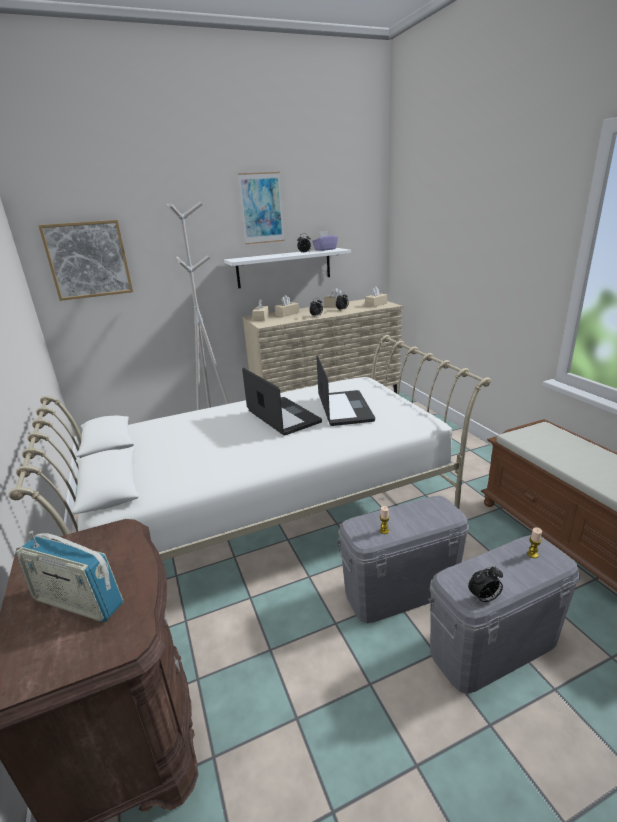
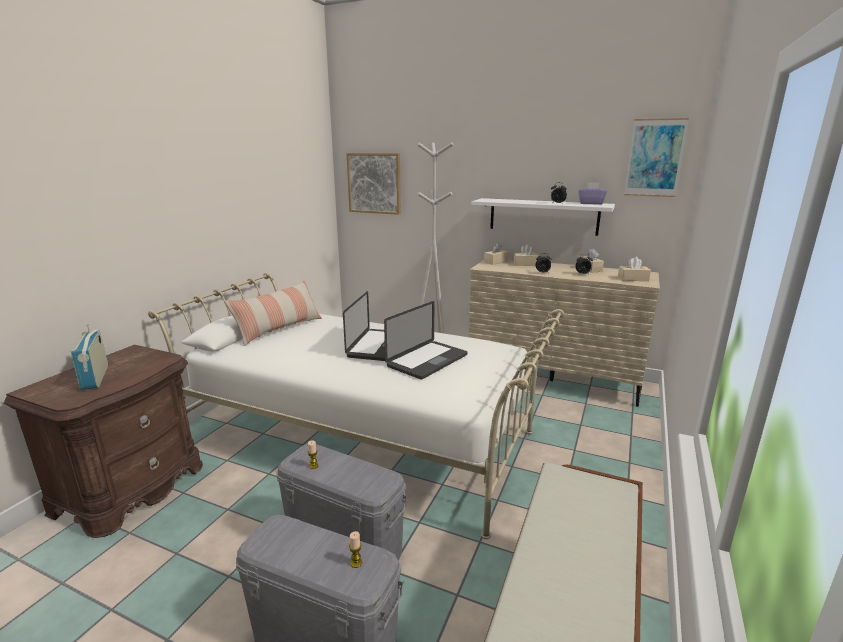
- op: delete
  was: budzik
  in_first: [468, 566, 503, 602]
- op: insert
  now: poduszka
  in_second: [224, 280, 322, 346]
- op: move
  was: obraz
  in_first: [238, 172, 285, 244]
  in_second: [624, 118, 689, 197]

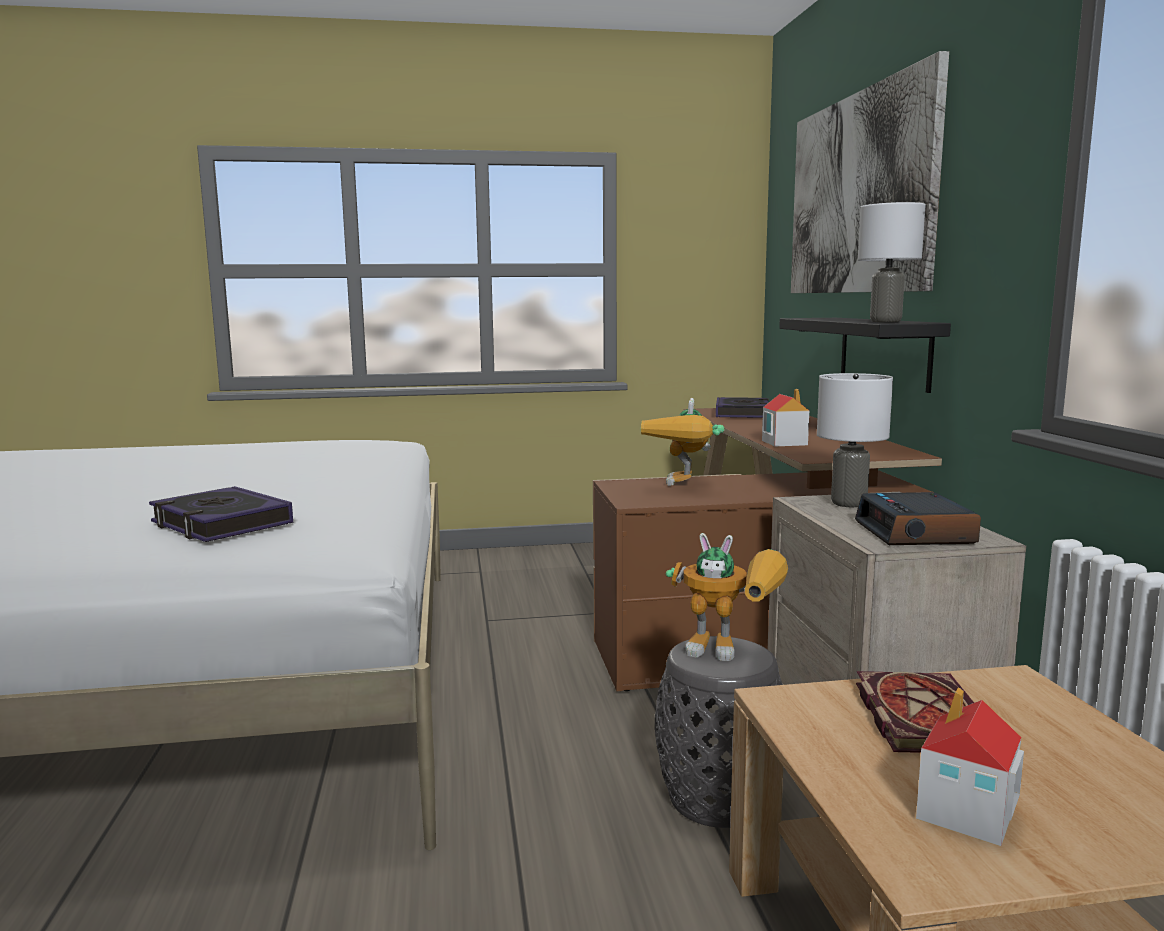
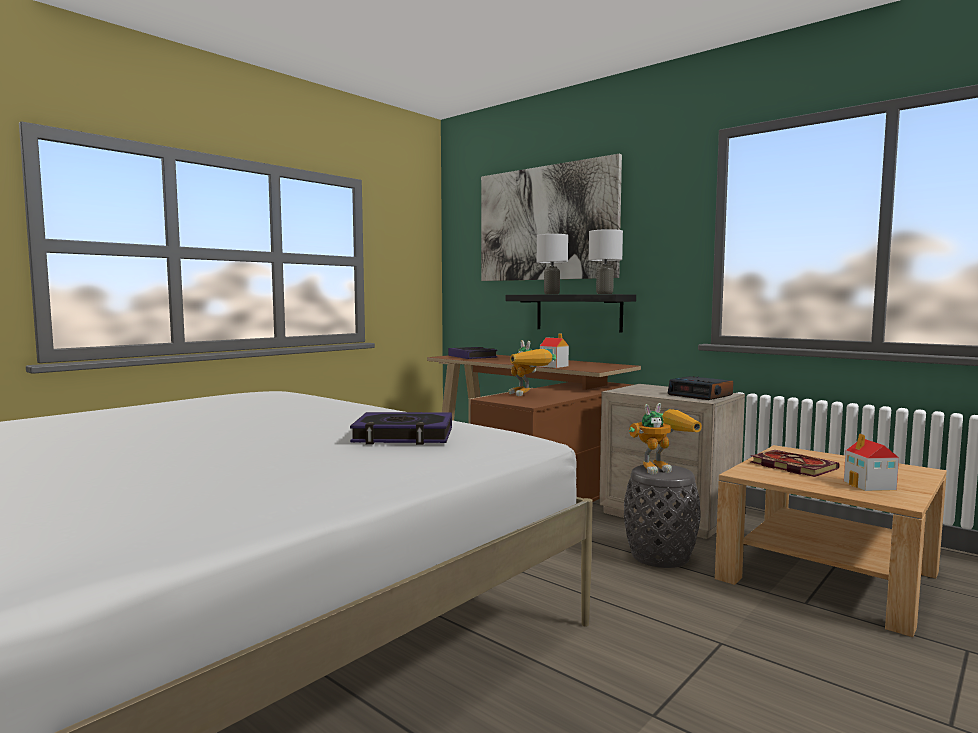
- op: move
  was: lampa stołowa/biały
  in_first: [817, 373, 893, 508]
  in_second: [537, 234, 568, 294]

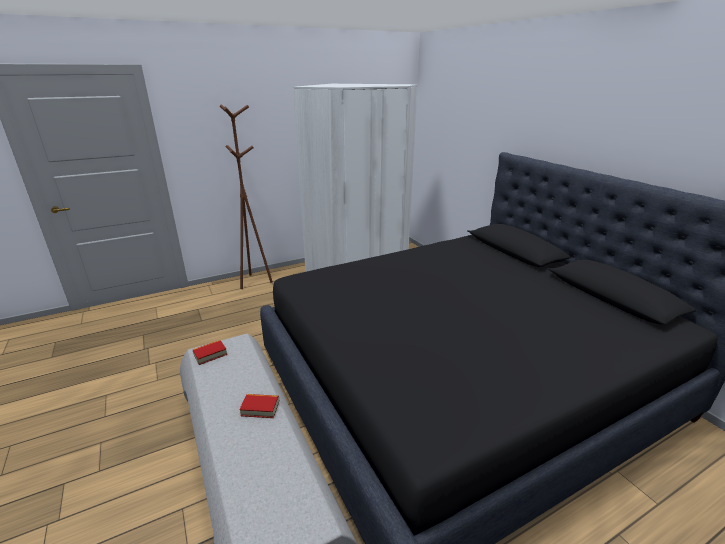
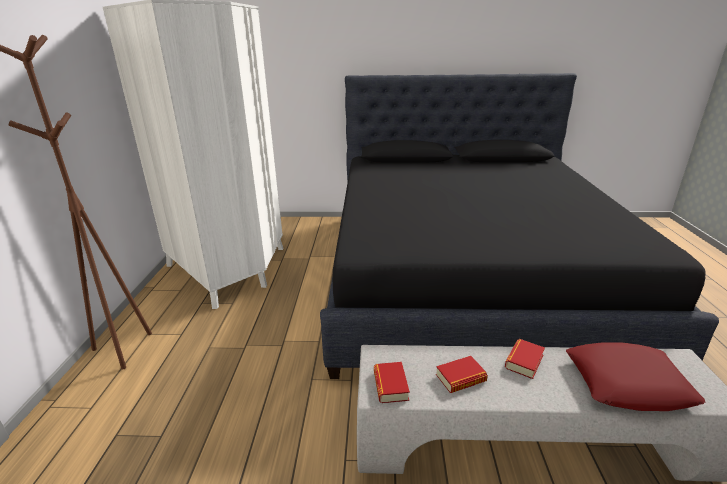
- op: insert
  now: książka
  in_second: [436, 356, 488, 393]
- op: insert
  now: poduszka/czerwony
  in_second: [566, 342, 706, 411]

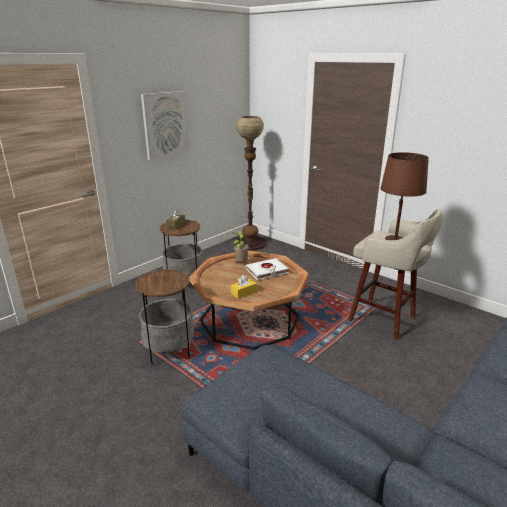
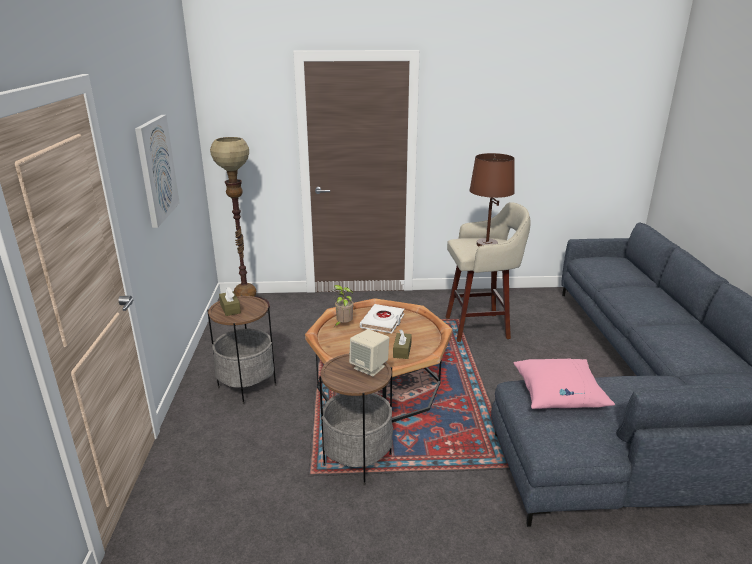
- op: insert
  now: głośnik/beżowy
  in_second: [349, 329, 389, 376]
- op: insert
  now: poduszka/różowy
  in_second: [514, 358, 615, 409]
- op: recolor
  was: pudełko chusteczek/żółty
  now: pudełko chusteczek/brązowy
  in_first: [231, 275, 257, 299]
  in_second: [393, 329, 412, 359]

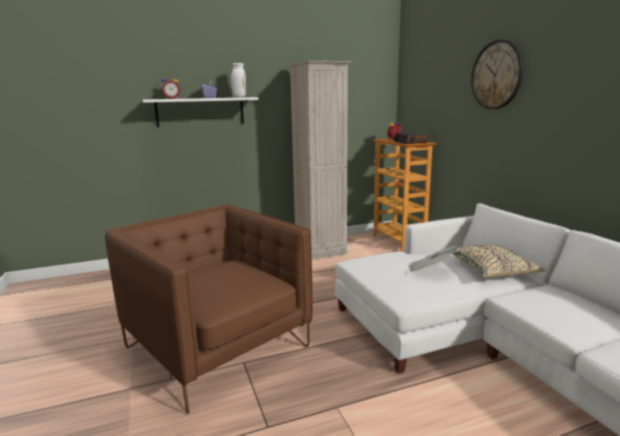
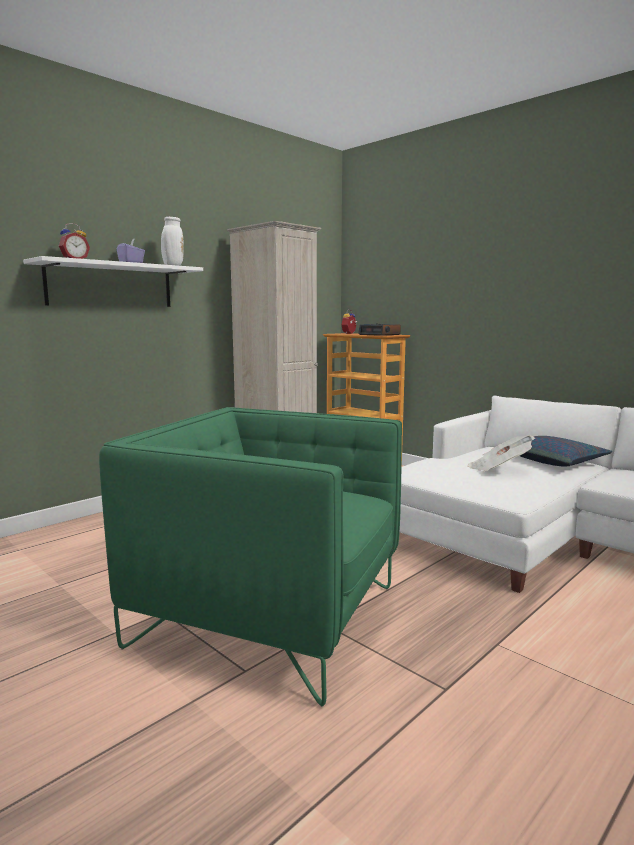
- op: delete
  was: zegar ścienny
  in_first: [471, 40, 524, 109]
- op: recolor
  was: fotel/brązowy
  now: fotel/zielony
  in_first: [105, 204, 313, 414]
  in_second: [99, 407, 402, 707]
- op: recolor
  was: poduszka/beżowy
  now: poduszka/niebieski
  in_first: [452, 245, 547, 278]
  in_second: [520, 436, 612, 467]

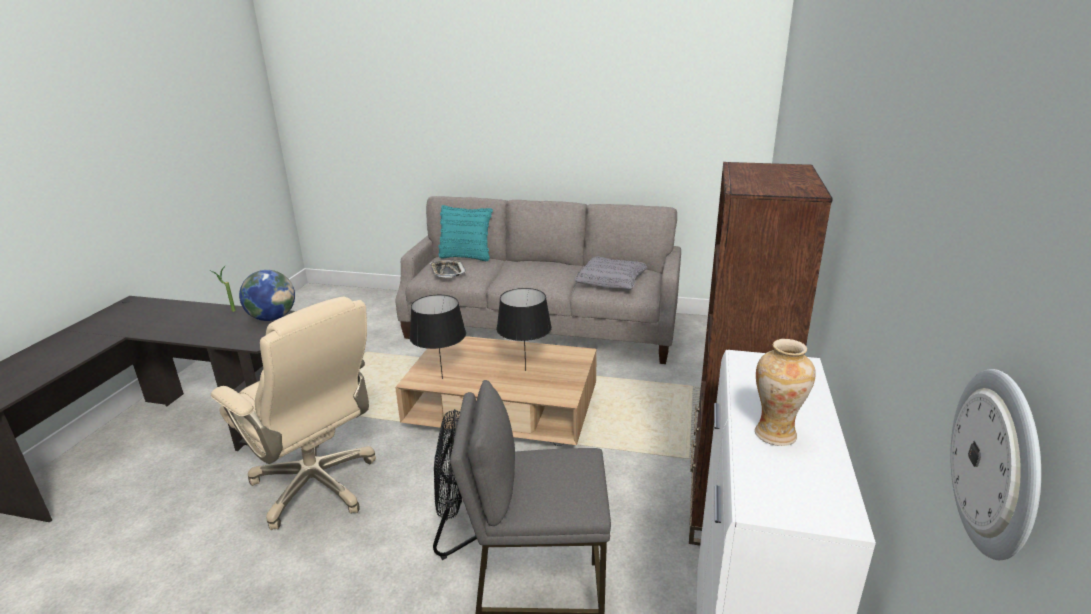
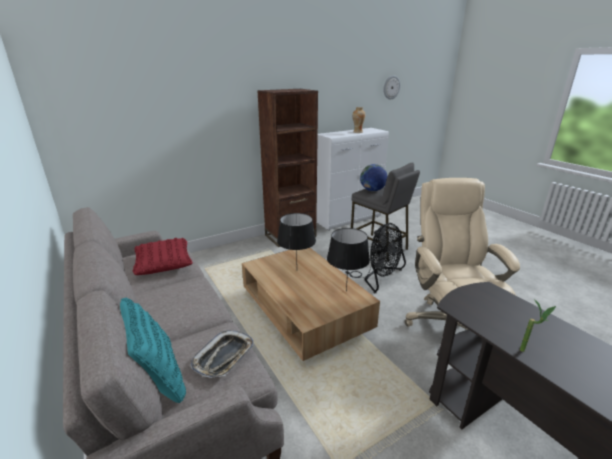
- op: move
  was: globus
  in_first: [239, 270, 295, 321]
  in_second: [360, 164, 388, 191]
- op: recolor
  was: poduszka/szary
  now: poduszka/czerwony
  in_first: [575, 256, 648, 290]
  in_second: [132, 238, 193, 275]

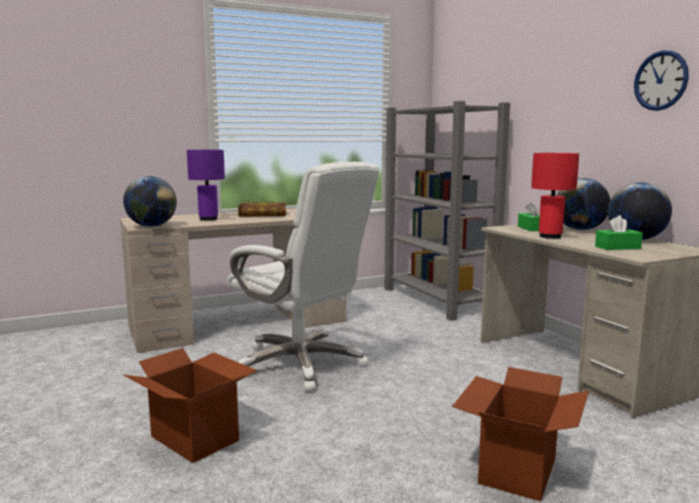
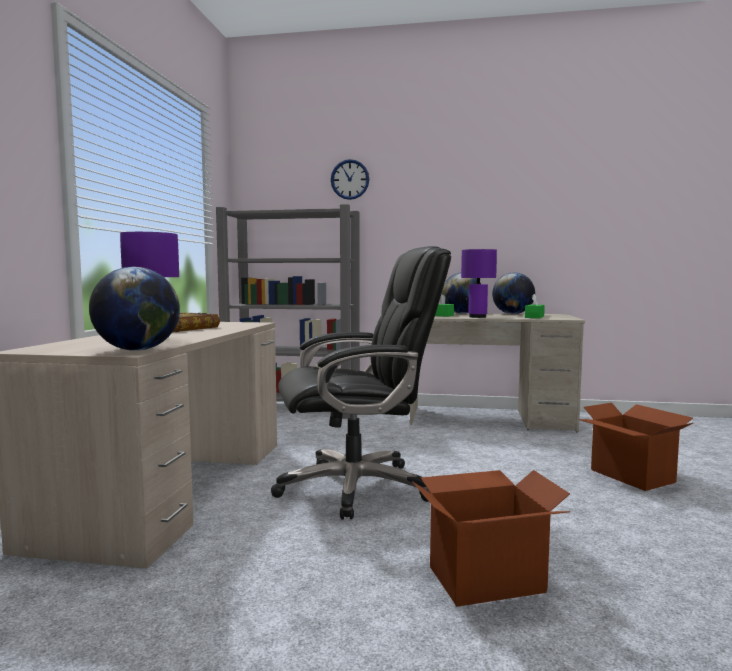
- op: move
  was: zegar ścienny
  in_first: [634, 50, 689, 111]
  in_second: [331, 159, 369, 200]
- op: recolor
  was: krzesło biurowe/biały
  now: krzesło biurowe/czarny
  in_first: [227, 162, 379, 392]
  in_second: [271, 246, 451, 520]
- op: recolor
  was: lampa stołowa/czerwony
  now: lampa stołowa/fioletowy
  in_first: [531, 153, 579, 239]
  in_second: [461, 249, 497, 318]

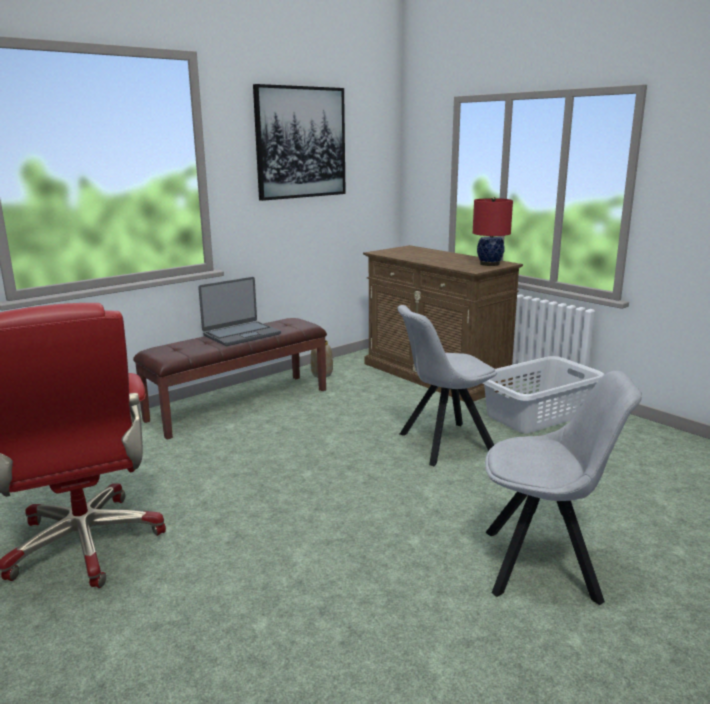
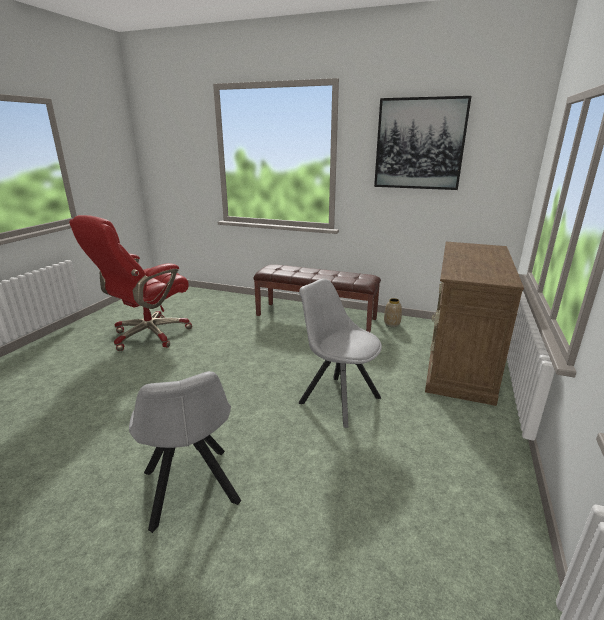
- op: delete
  was: laptop
  in_first: [198, 277, 281, 346]
- op: delete
  was: lampa stołowa/czerwony
  in_first: [473, 197, 513, 266]
- op: delete
  was: kosz na pranie/szary
  in_first: [482, 356, 605, 433]

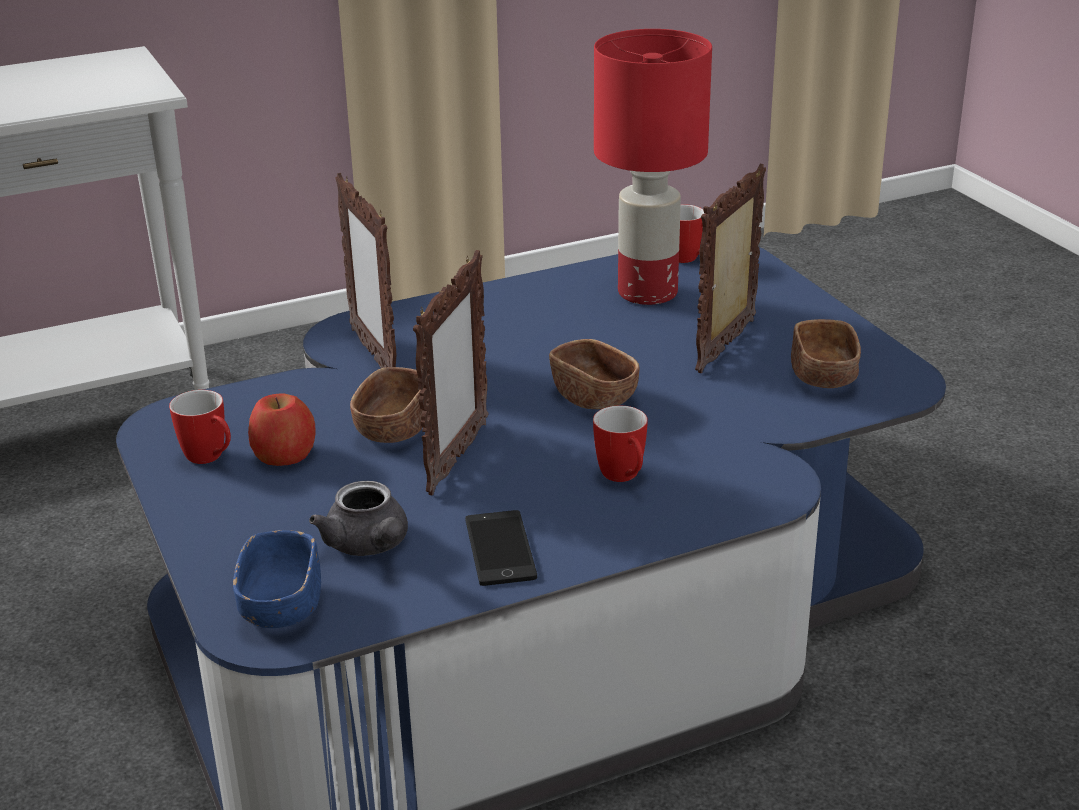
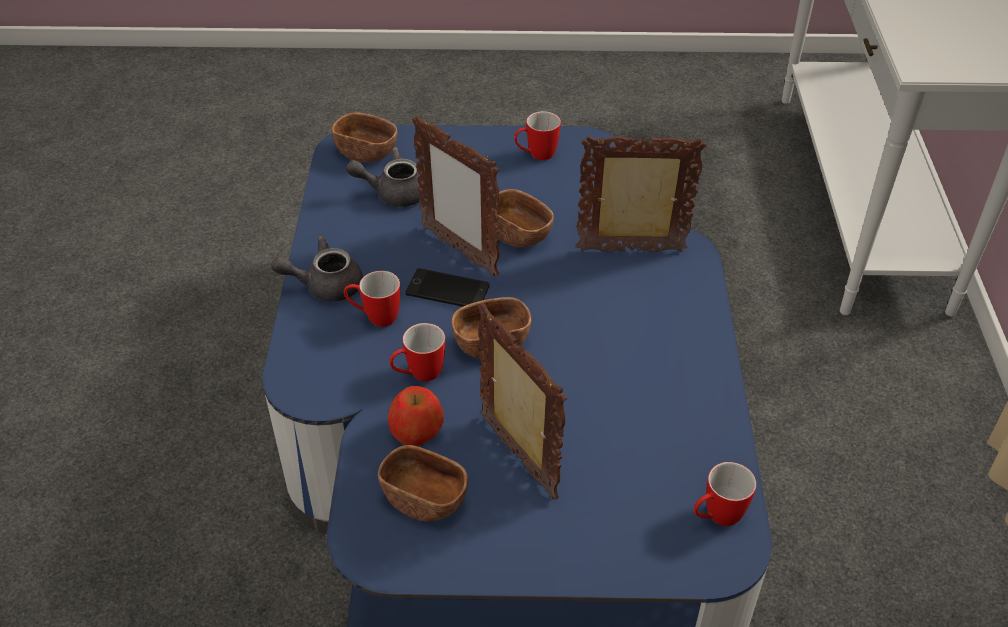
- op: delete
  was: lampa stołowa/czerwony
  in_first: [594, 29, 712, 305]
- op: insert
  now: imbryk/szary
  in_second: [271, 236, 363, 302]
- op: insert
  now: kubek
  in_second: [389, 323, 445, 381]
- op: move
  was: jabłko
  in_first: [248, 393, 316, 466]
  in_second: [388, 386, 444, 446]
- op: move
  was: telefon
  in_first: [465, 510, 537, 586]
  in_second: [405, 268, 489, 307]
- op: recolor
  was: miska/niebieski
  now: miska/brązowy
  in_first: [233, 530, 321, 628]
  in_second: [332, 112, 397, 163]

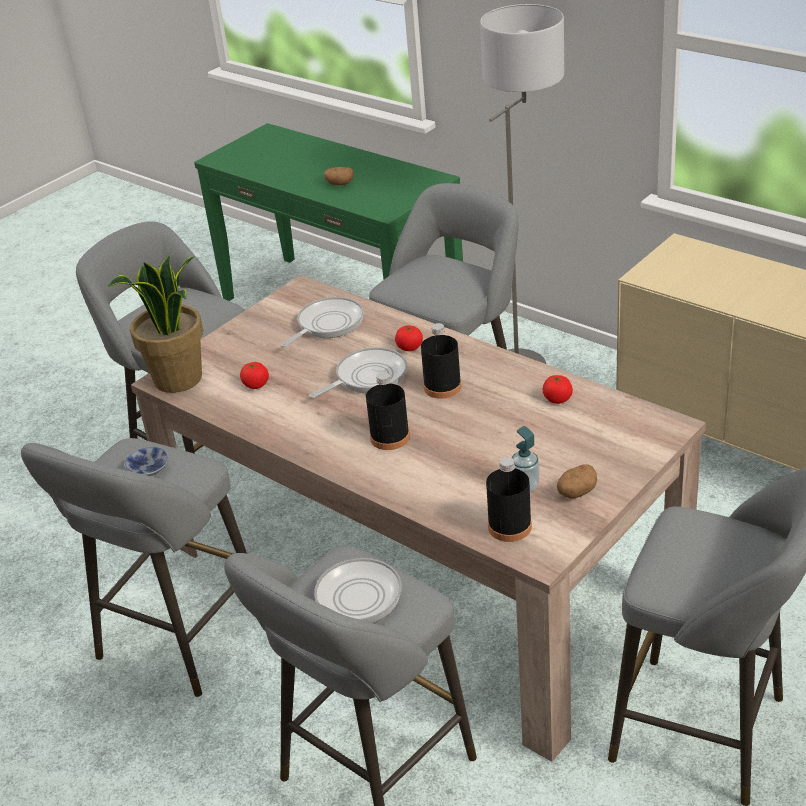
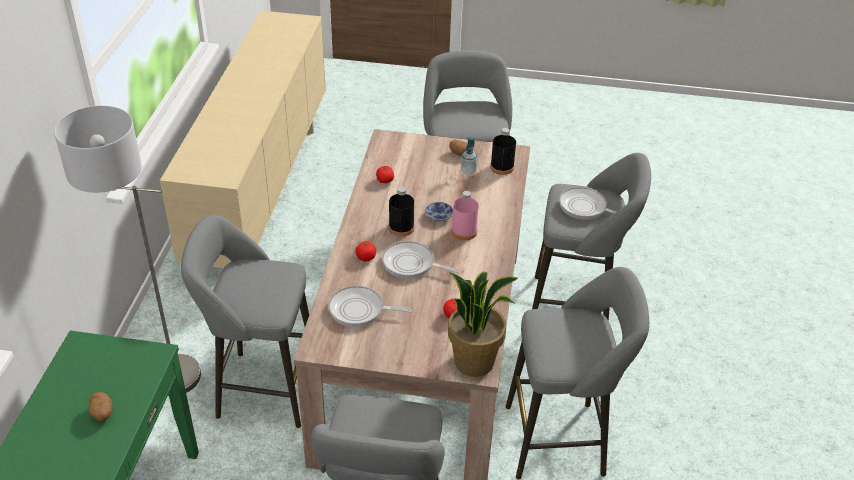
- op: move
  was: miska
  in_first: [124, 446, 169, 476]
  in_second: [425, 202, 453, 221]
- op: recolor
  was: butelka/czarny
  now: butelka/różowy
  in_first: [366, 372, 410, 450]
  in_second: [451, 191, 479, 240]

